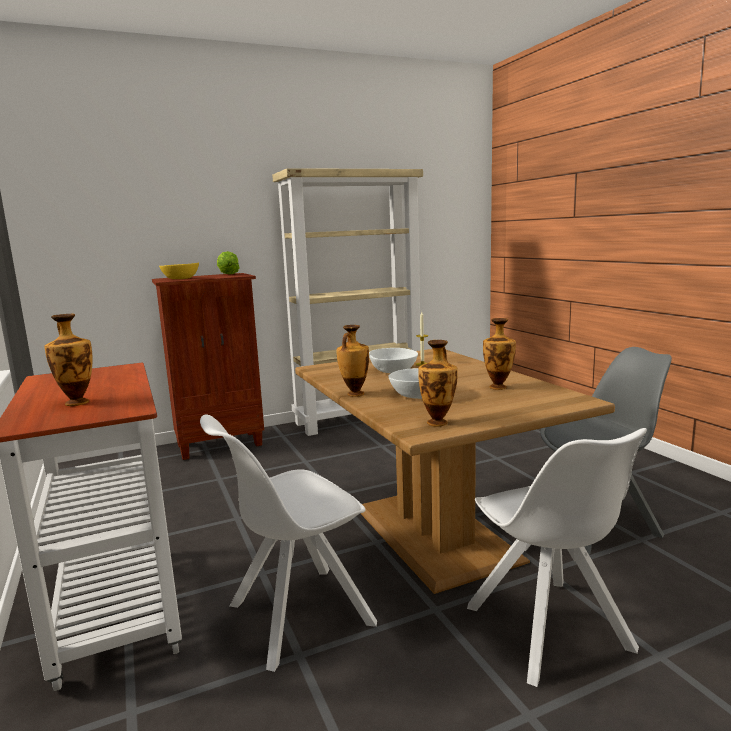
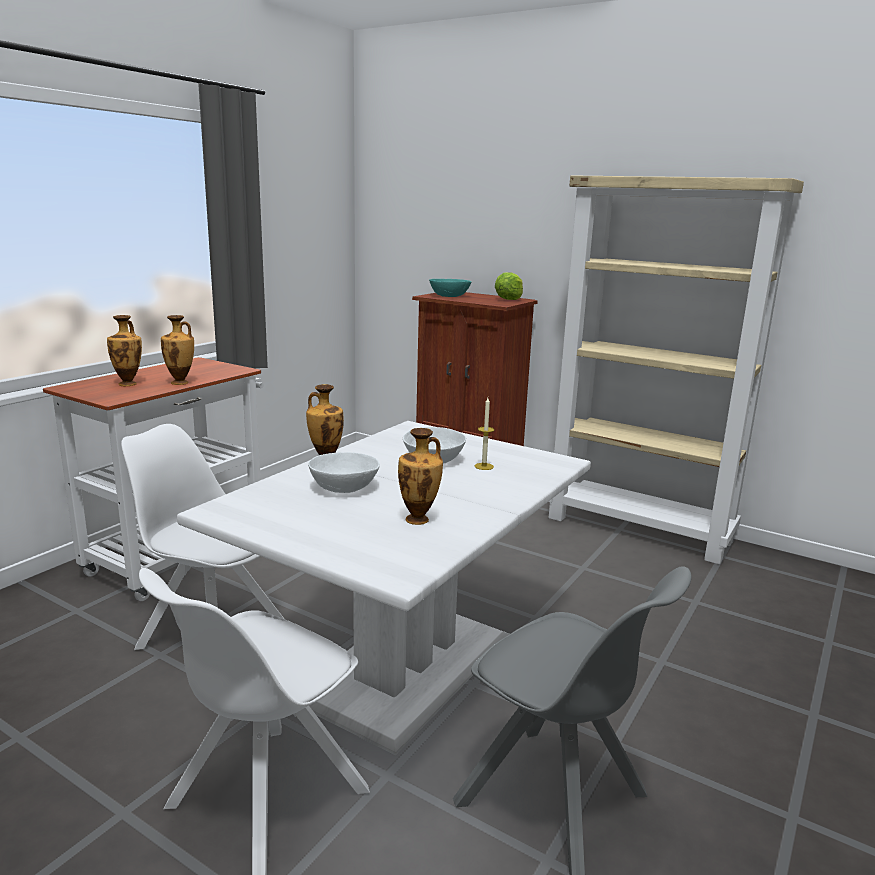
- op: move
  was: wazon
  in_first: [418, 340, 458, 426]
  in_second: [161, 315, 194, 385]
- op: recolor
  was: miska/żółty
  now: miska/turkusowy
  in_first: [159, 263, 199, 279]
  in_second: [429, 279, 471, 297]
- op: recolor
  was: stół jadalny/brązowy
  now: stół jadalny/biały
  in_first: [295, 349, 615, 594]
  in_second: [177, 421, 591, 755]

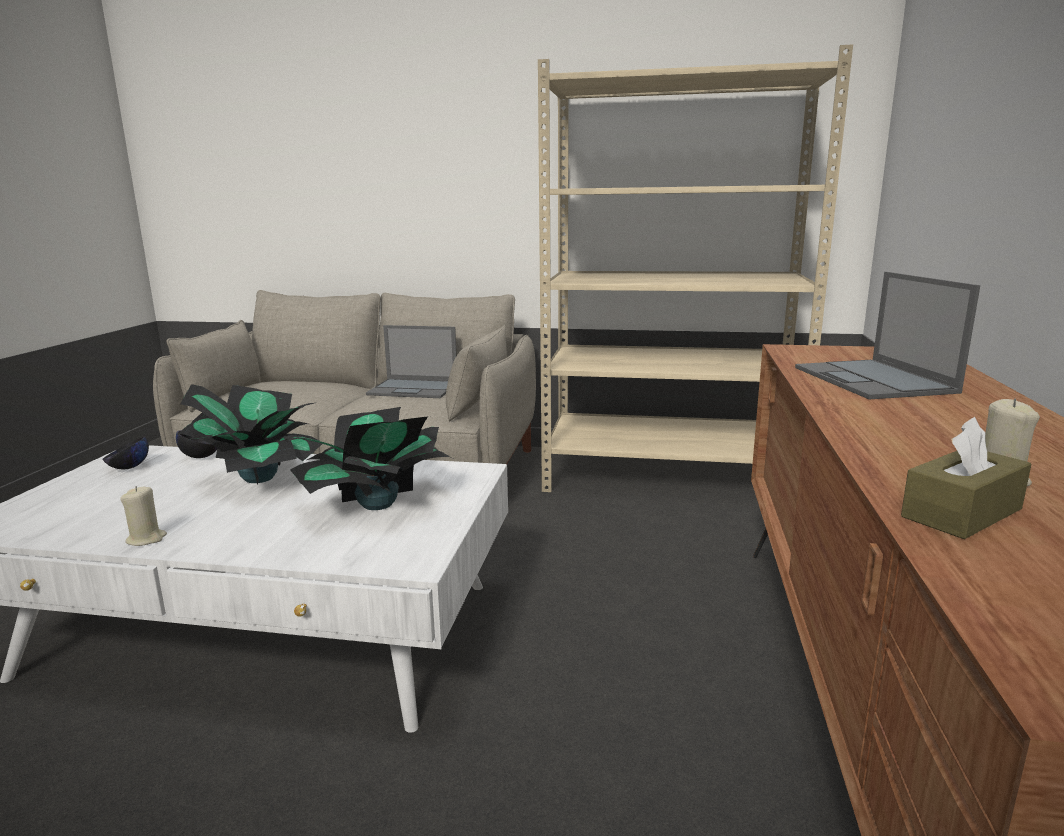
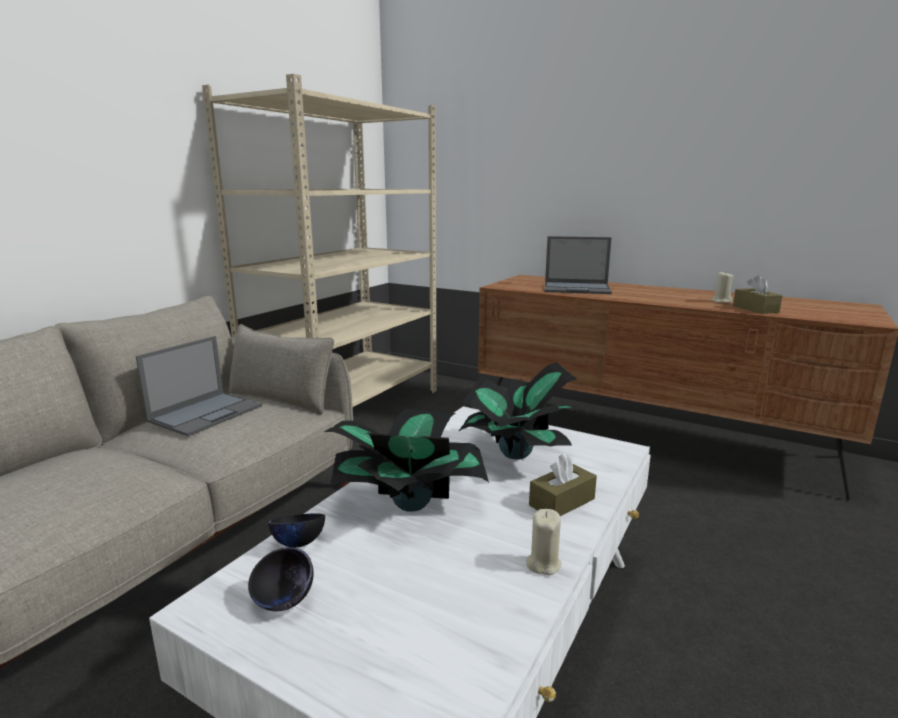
- op: insert
  now: pudełko chusteczek/brązowy
  in_second: [529, 453, 597, 516]

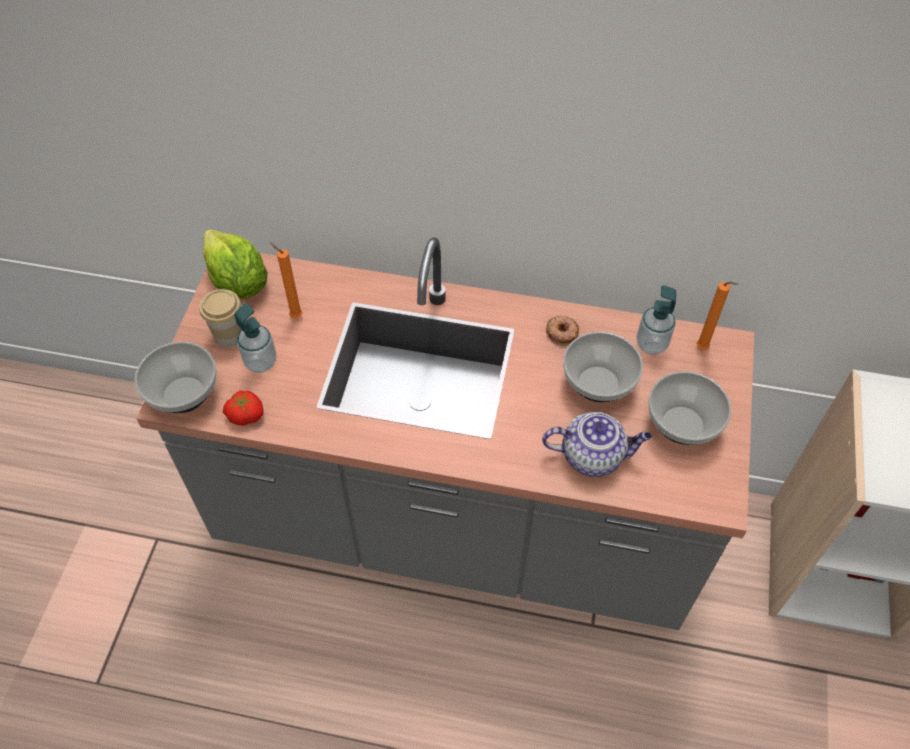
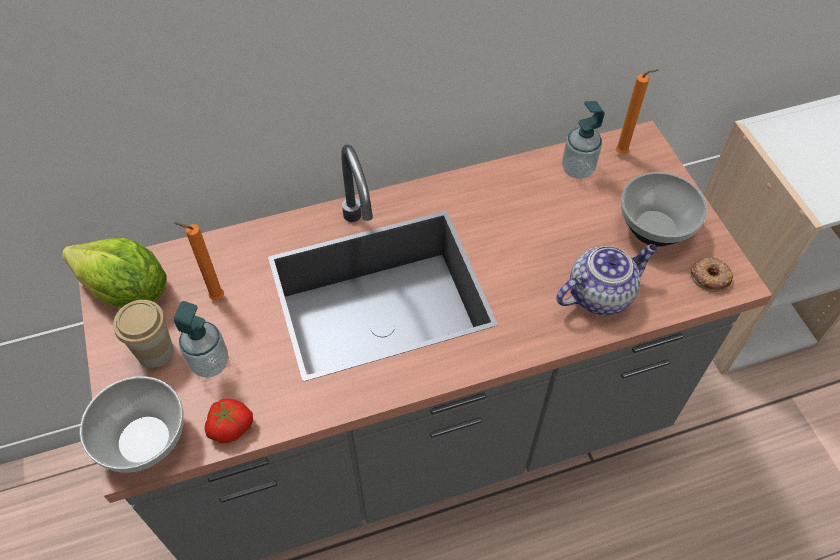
- op: delete
  was: miska
  in_first: [563, 331, 643, 402]
- op: move
  was: donut
  in_first: [546, 316, 579, 346]
  in_second: [690, 258, 733, 292]

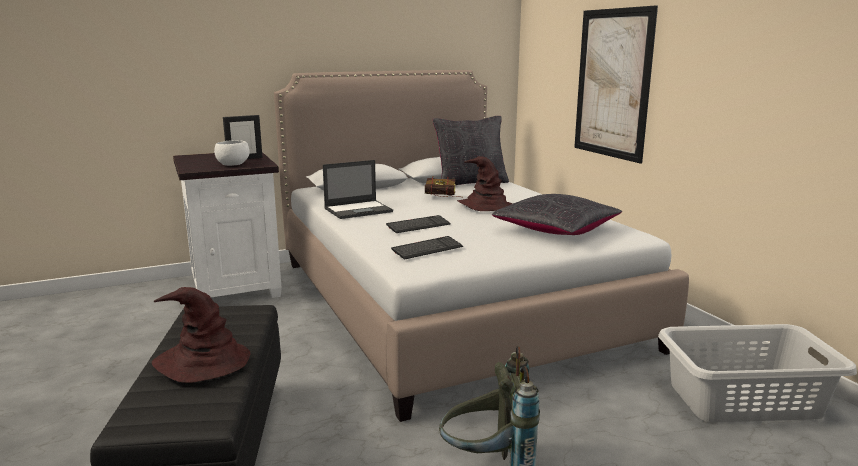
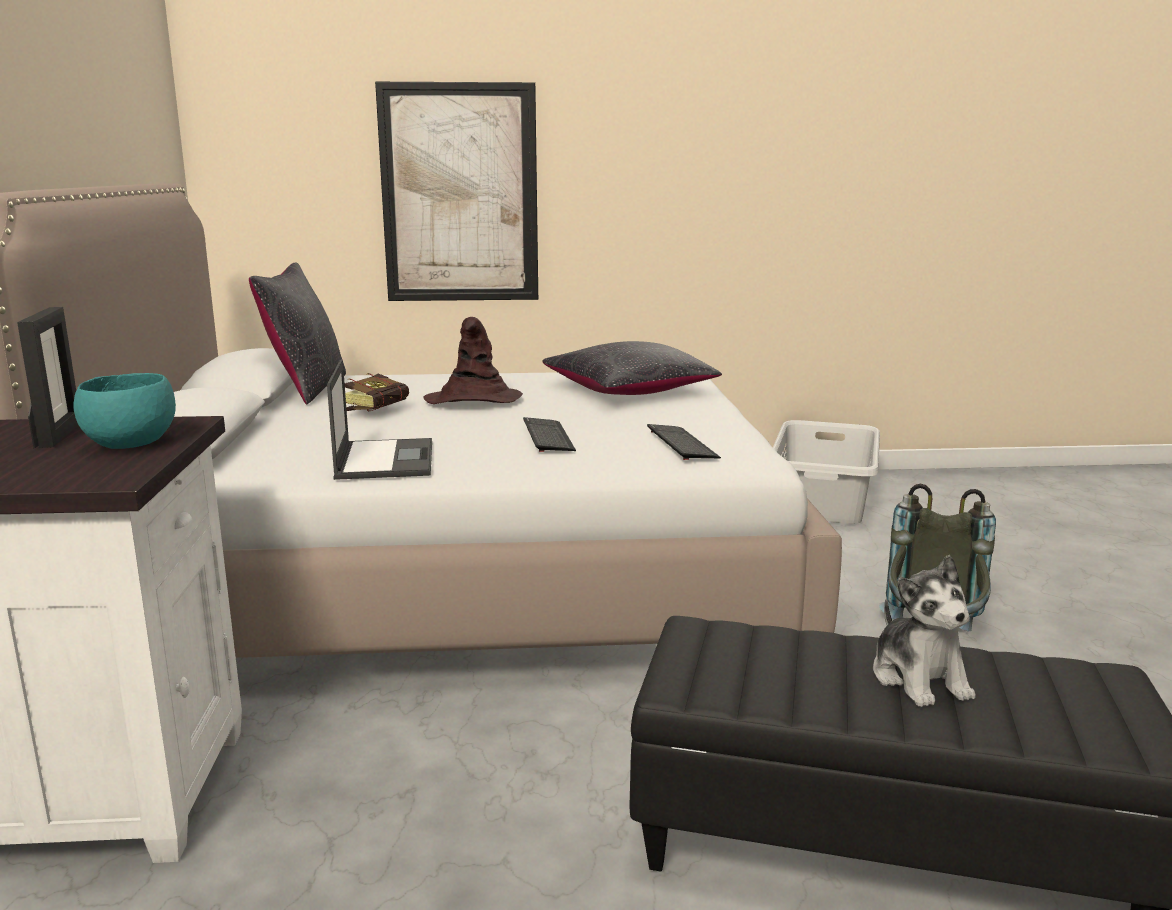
- op: replace
  was: kapelusz/brązowy
  now: pluszak
  in_first: [152, 287, 251, 383]
  in_second: [873, 555, 976, 707]
- op: recolor
  was: miska/biały
  now: miska/turkusowy
  in_first: [214, 140, 250, 166]
  in_second: [73, 373, 176, 449]

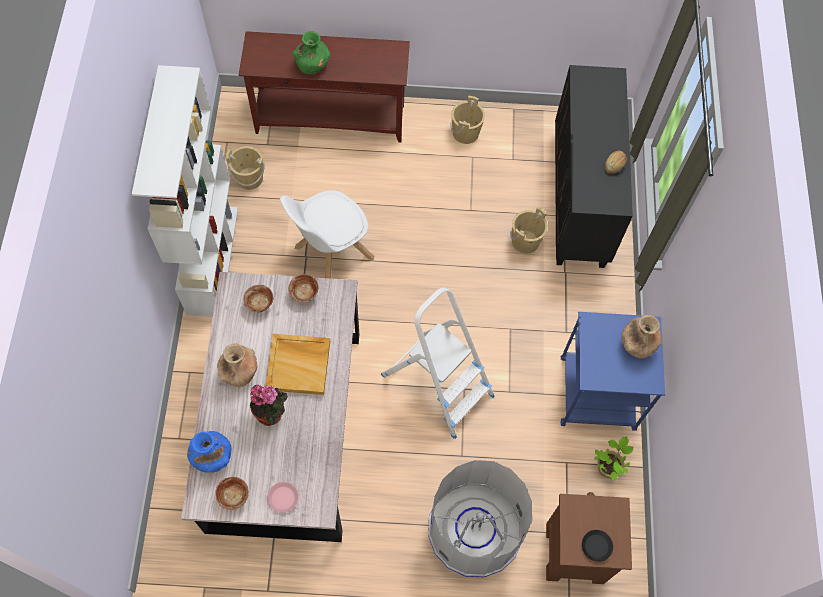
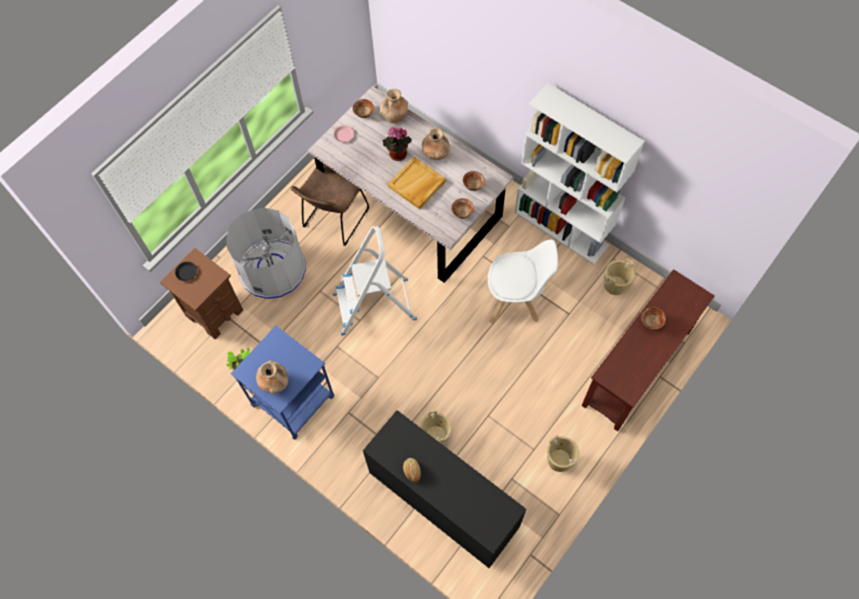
- op: insert
  now: krzesło/brązowy
  in_second: [291, 163, 369, 246]
- op: replace
  was: wazon/zielony
  now: miska
  in_first: [292, 31, 330, 74]
  in_second: [641, 307, 666, 329]
- op: recolor
  was: wazon/niebieski
  now: wazon/brązowy
  in_first: [187, 431, 231, 473]
  in_second: [380, 89, 408, 123]
- op: rotate
  was: krzesło/biały
  in_first: [280, 190, 374, 278]
  in_second: [488, 240, 558, 324]
  clockwise: 90

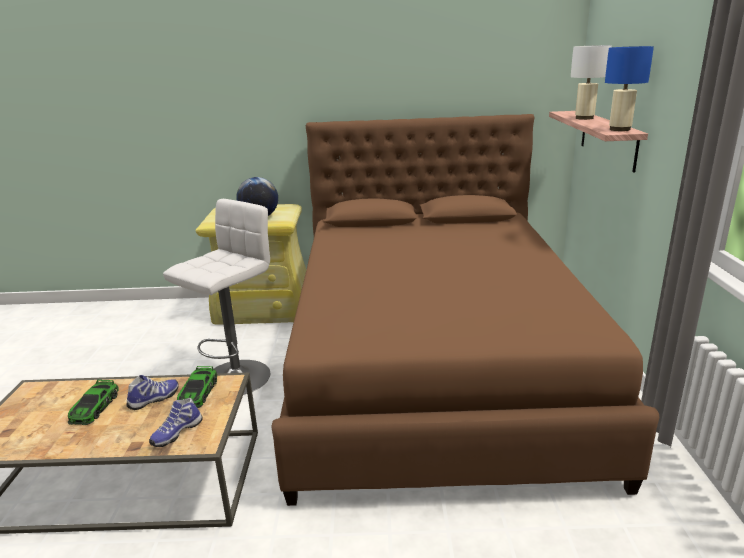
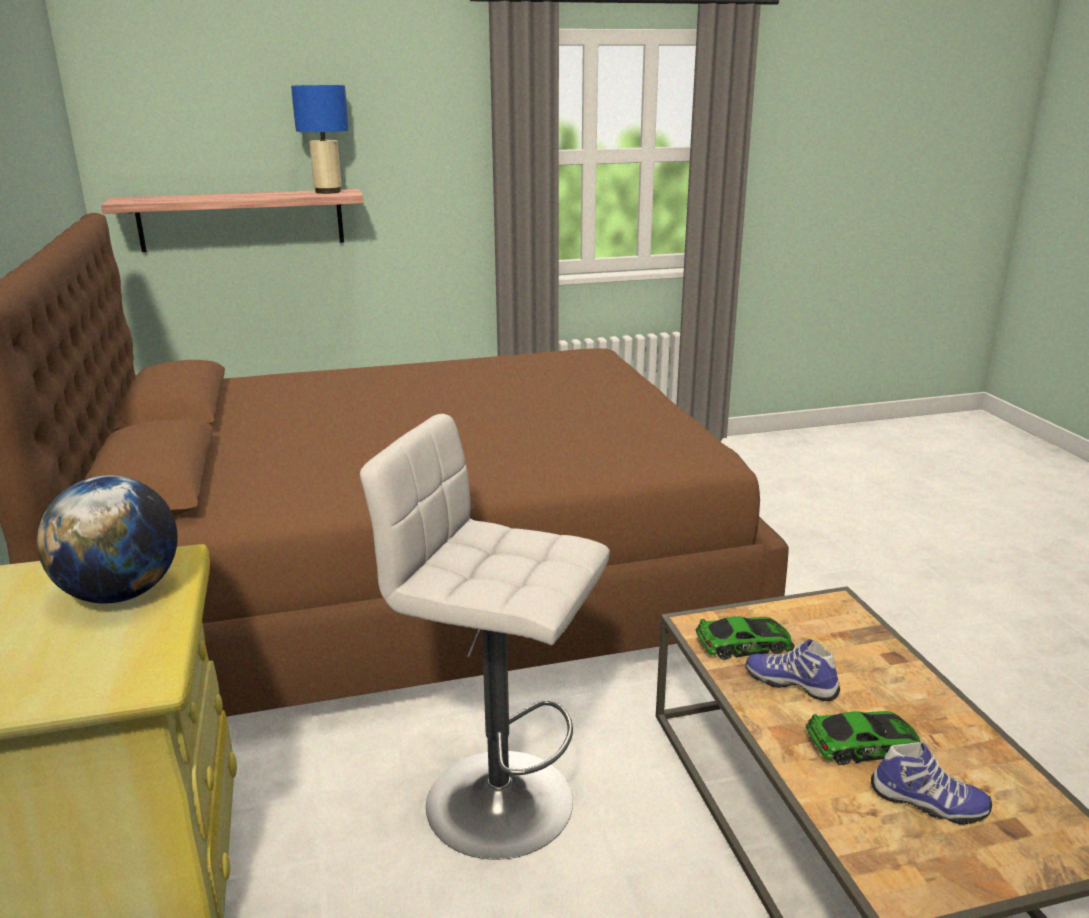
- op: delete
  was: lampa stołowa/biały
  in_first: [571, 45, 612, 120]
- op: move
  was: but
  in_first: [149, 398, 203, 447]
  in_second: [871, 742, 992, 825]

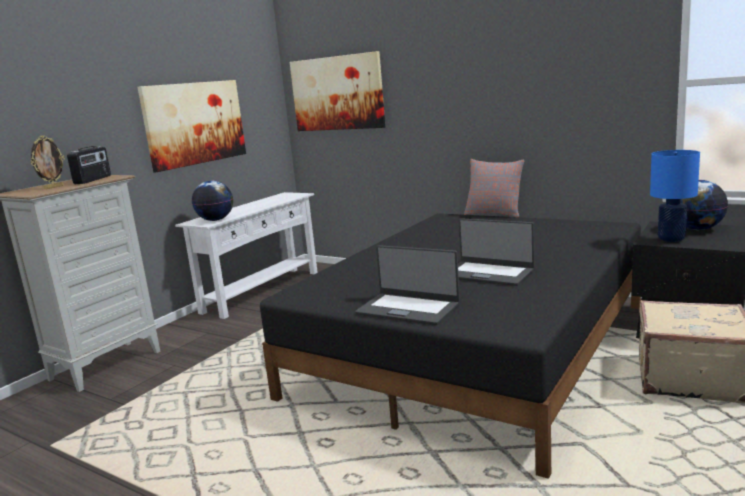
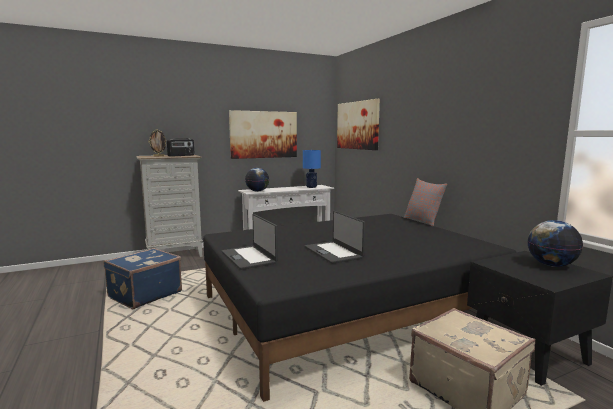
- op: insert
  now: walizka/niebieski
  in_second: [103, 248, 182, 309]
- op: move
  was: lampa stołowa/niebieski
  in_first: [650, 150, 700, 242]
  in_second: [303, 150, 321, 188]

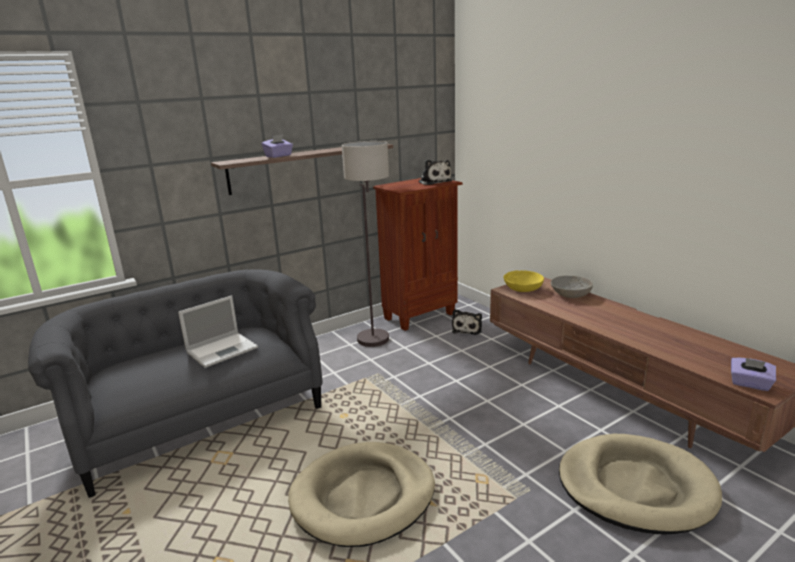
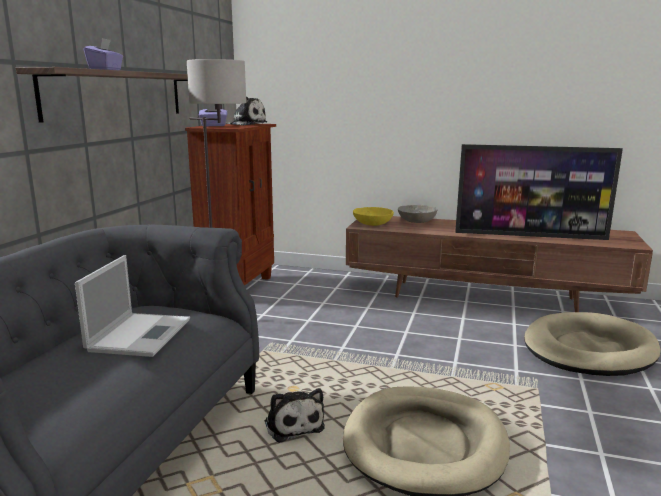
- op: insert
  now: telewizor
  in_second: [455, 144, 623, 240]
- op: move
  was: pluszak
  in_first: [452, 309, 482, 335]
  in_second: [265, 388, 325, 443]
- op: move
  was: pudełko chusteczek/fioletowy
  in_first: [731, 358, 776, 391]
  in_second: [199, 104, 227, 126]

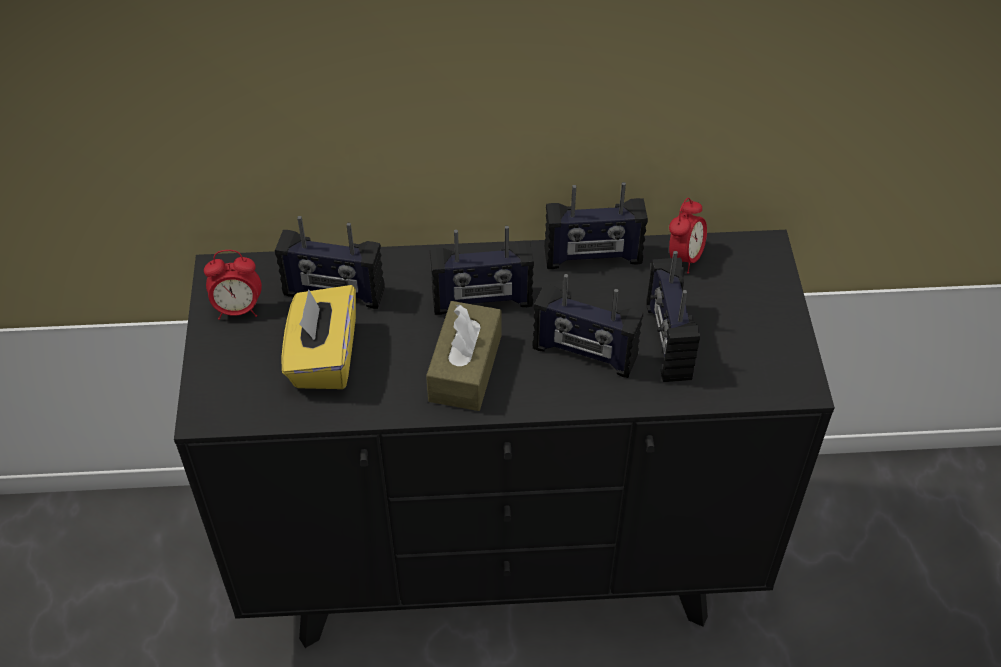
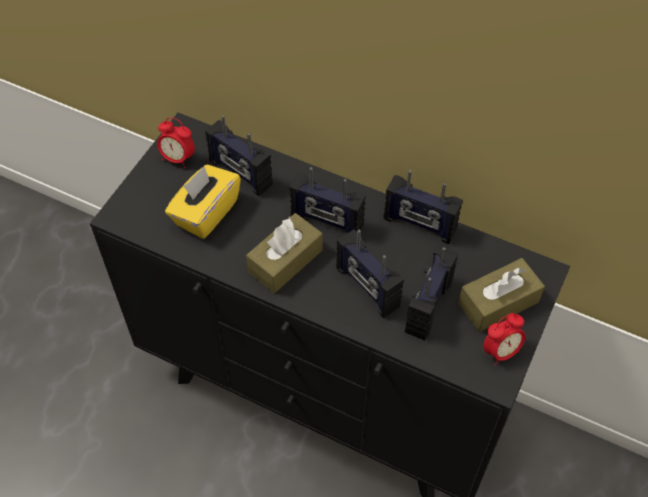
- op: insert
  now: pudełko chusteczek/brązowy
  in_second: [458, 258, 545, 332]
- op: move
  was: budzik
  in_first: [669, 198, 707, 274]
  in_second: [483, 313, 525, 366]

